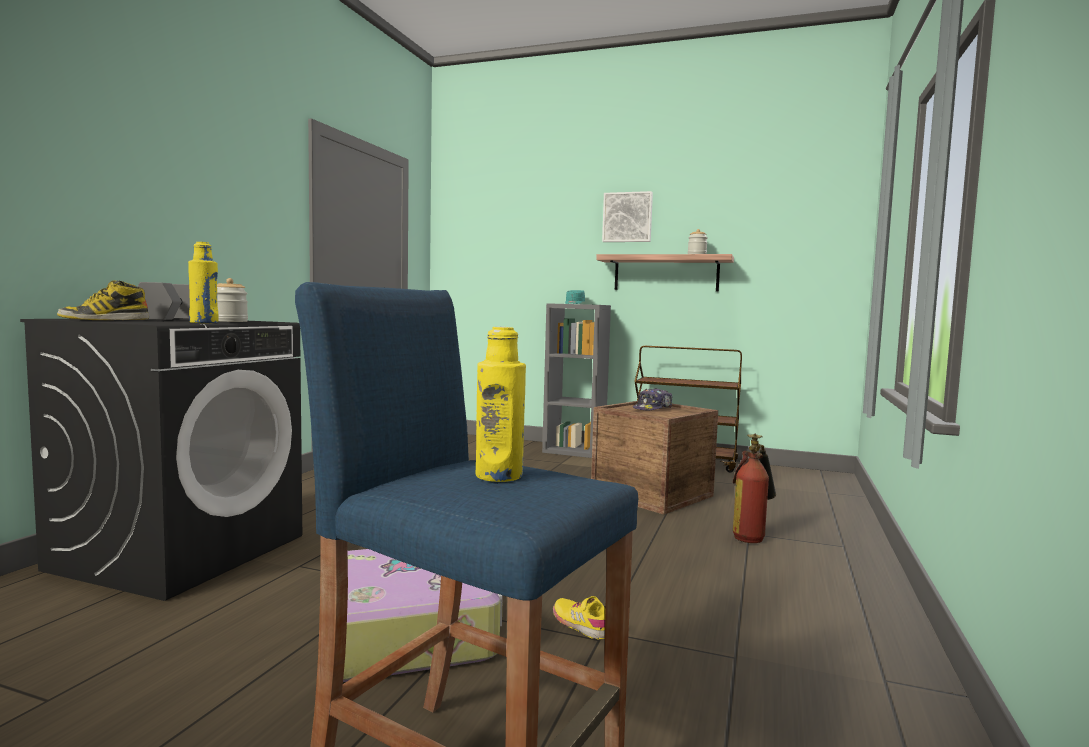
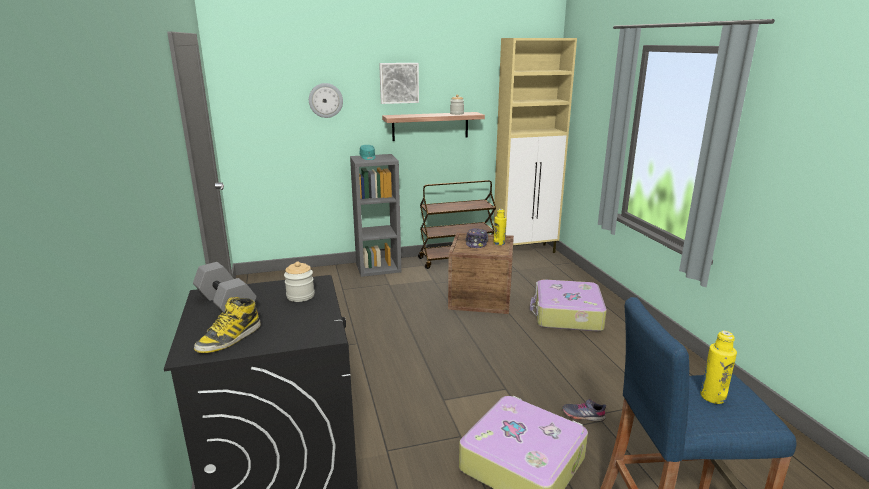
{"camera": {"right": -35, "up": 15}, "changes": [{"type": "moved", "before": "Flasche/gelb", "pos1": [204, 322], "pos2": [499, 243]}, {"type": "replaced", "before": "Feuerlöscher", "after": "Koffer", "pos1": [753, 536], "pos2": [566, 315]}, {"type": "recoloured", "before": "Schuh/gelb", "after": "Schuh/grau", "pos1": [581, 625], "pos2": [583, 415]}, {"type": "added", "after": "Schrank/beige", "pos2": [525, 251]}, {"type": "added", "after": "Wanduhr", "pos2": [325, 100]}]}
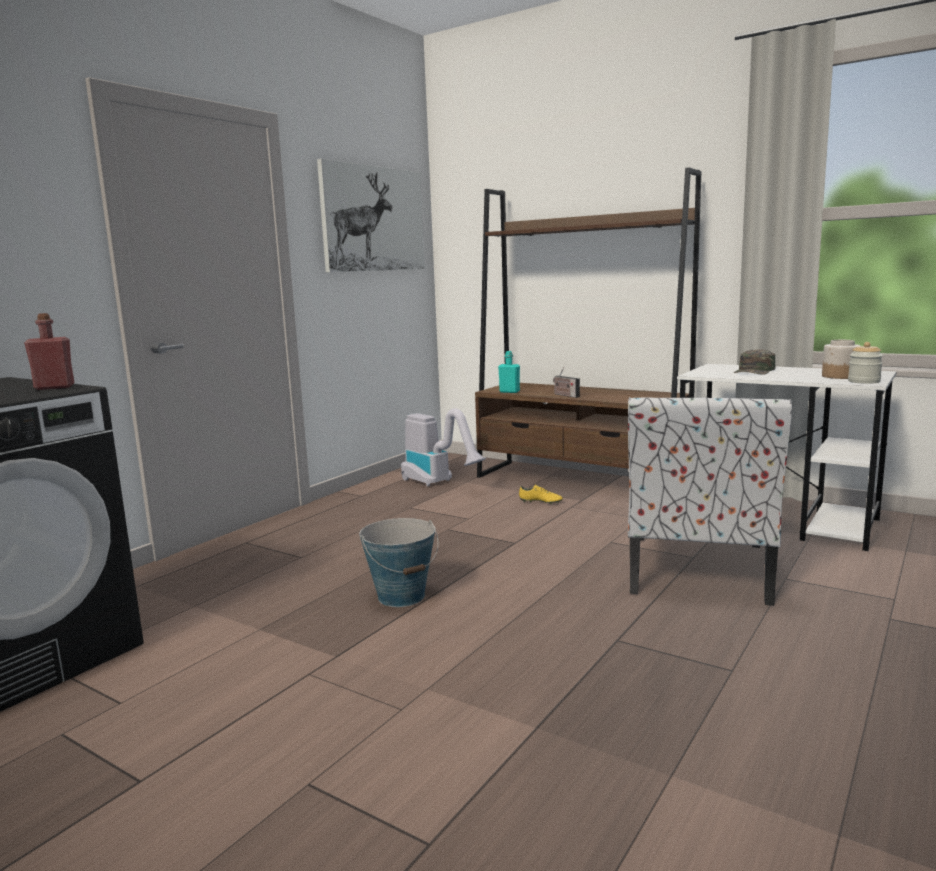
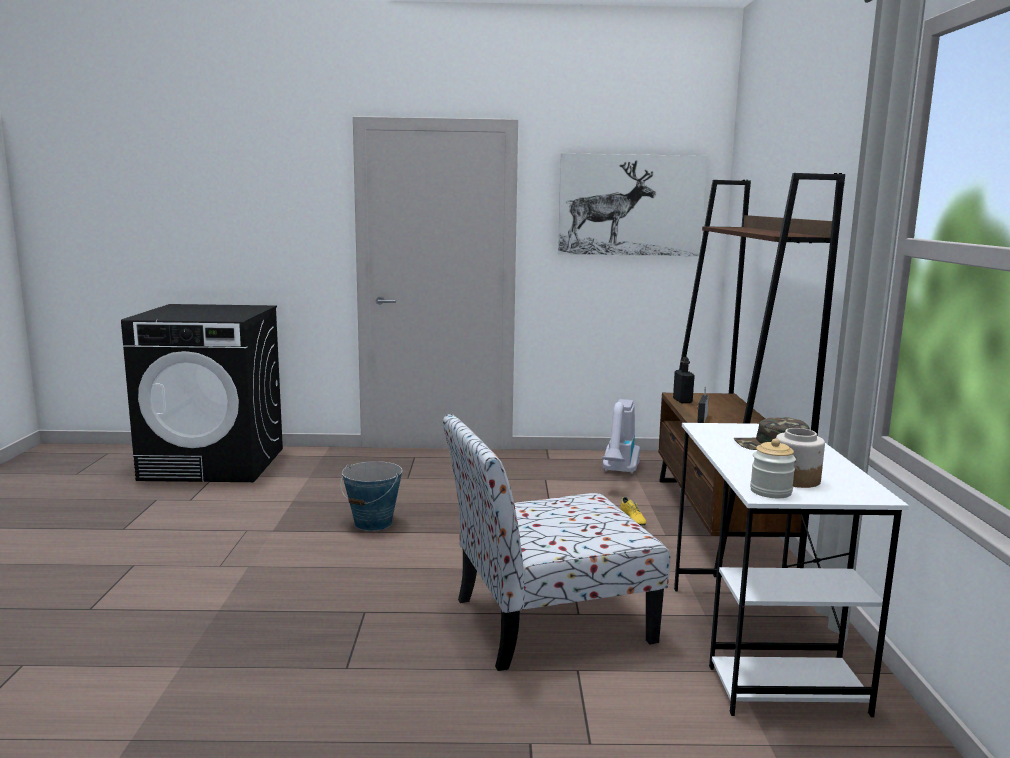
{"camera": {"right": 55, "up": 0}, "changes": [{"type": "removed", "before": "Flasche/rot", "pos1": [54, 387]}, {"type": "recoloured", "before": "Flasche/türkis", "after": "Flasche/schwarz", "pos1": [509, 392], "pos2": [682, 401]}]}
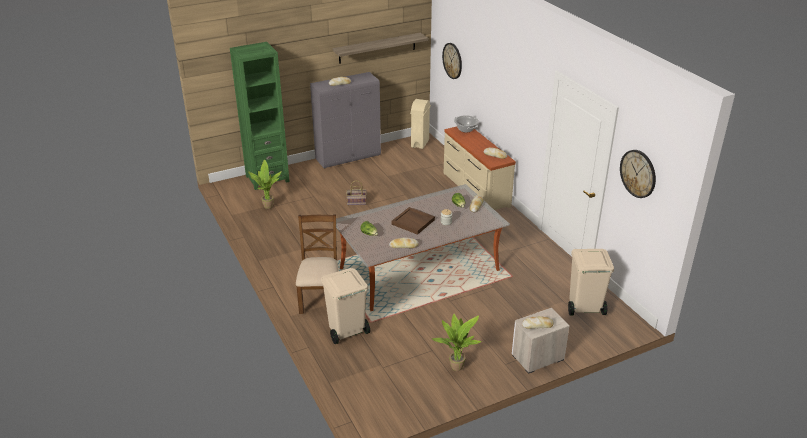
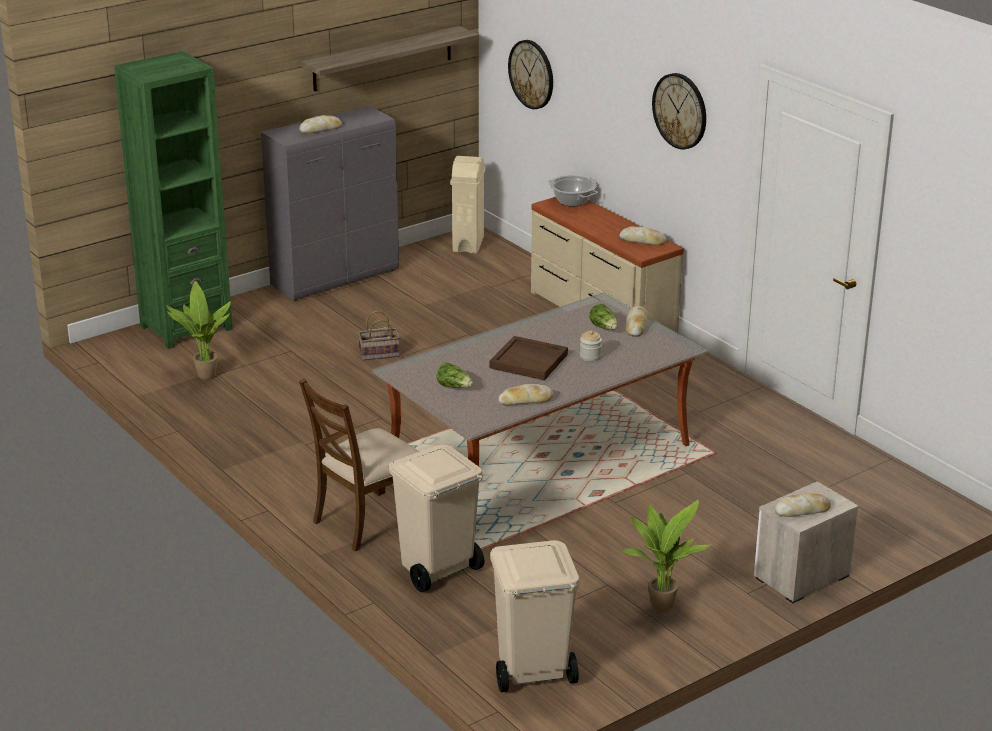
{"camera": {"right": -10, "up": -5}, "changes": [{"type": "moved", "before": "Wanduhr", "pos1": [638, 173], "pos2": [680, 111]}, {"type": "turned", "before": "Stuhl/braun", "pos1": [320, 298], "pos2": [367, 521], "turn": -120}, {"type": "moved", "before": "Mülleimer/beige", "pos1": [584, 308], "pos2": [532, 673]}]}
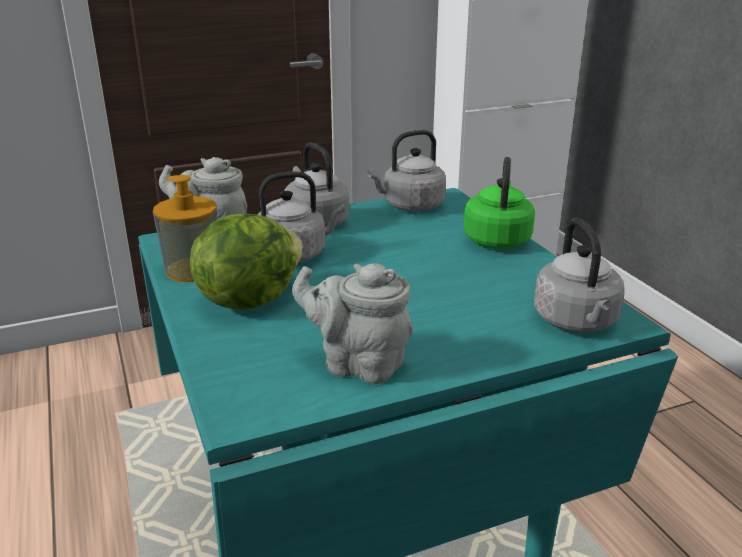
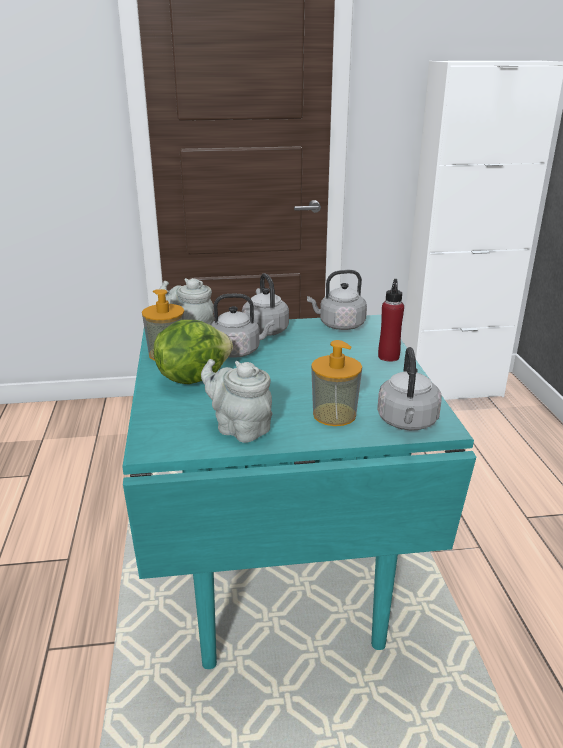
{"camera": {"right": 15, "up": 0}, "changes": [{"type": "replaced", "before": "Wasserkessel/grün", "after": "Flasche/rot", "pos1": [497, 239], "pos2": [388, 356]}, {"type": "added", "after": "Seifenspender", "pos2": [334, 414]}]}
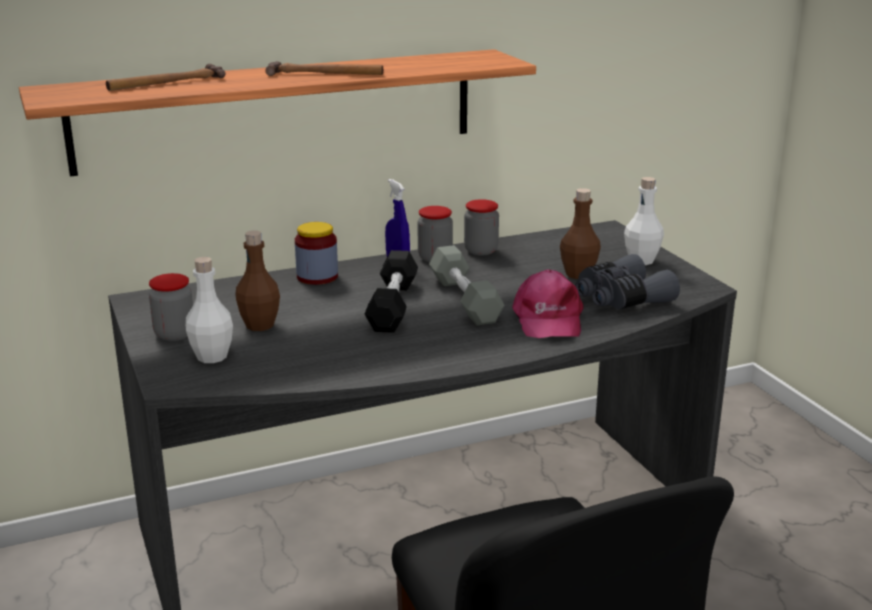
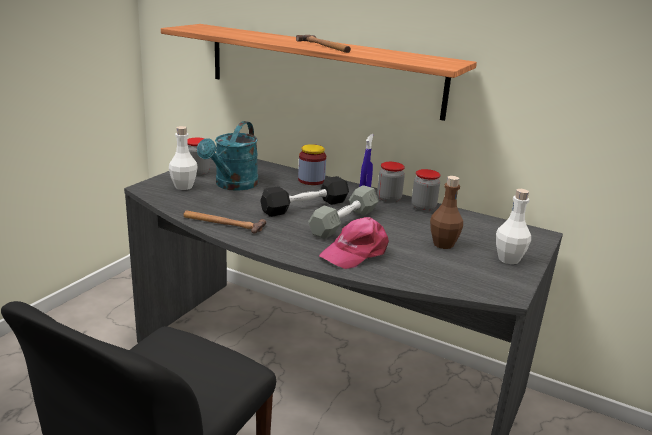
{"camera": {"right": 50, "up": 0}, "changes": [{"type": "moved", "before": "Hammer", "pos1": [166, 83], "pos2": [223, 223]}, {"type": "replaced", "before": "Flasche/braun", "after": "Gießkanne/türkis", "pos1": [259, 325], "pos2": [233, 185]}, {"type": "removed", "before": "Fernglas/grau", "pos1": [620, 299]}]}
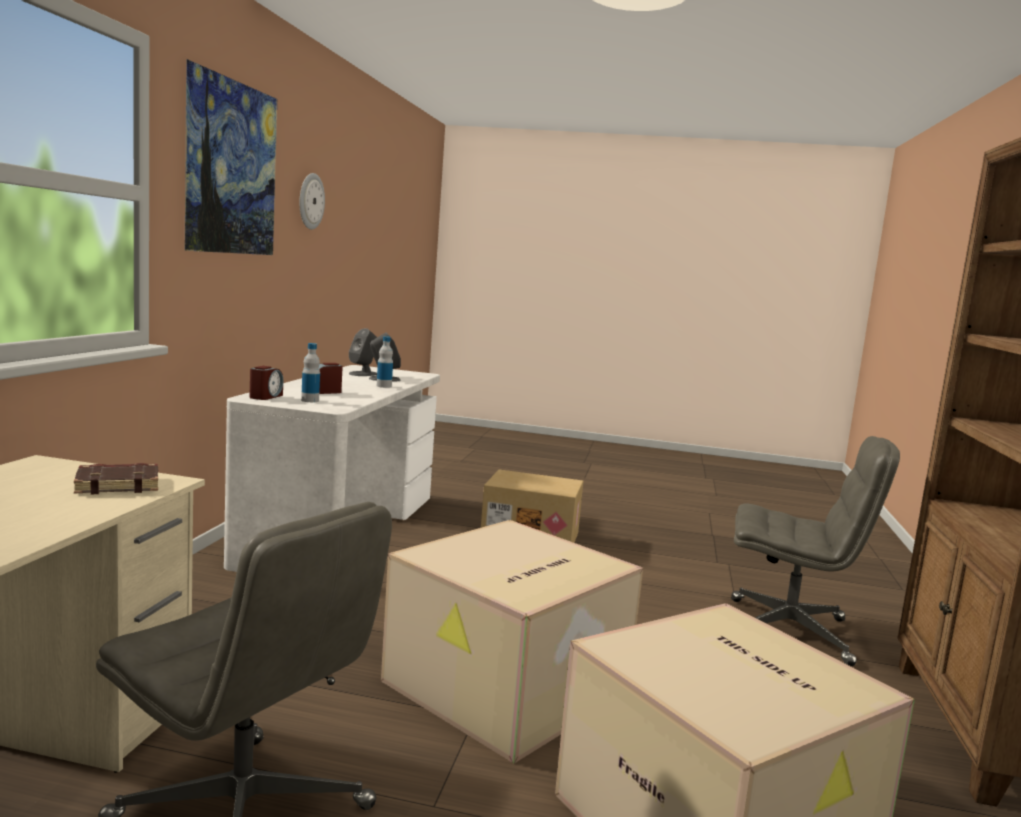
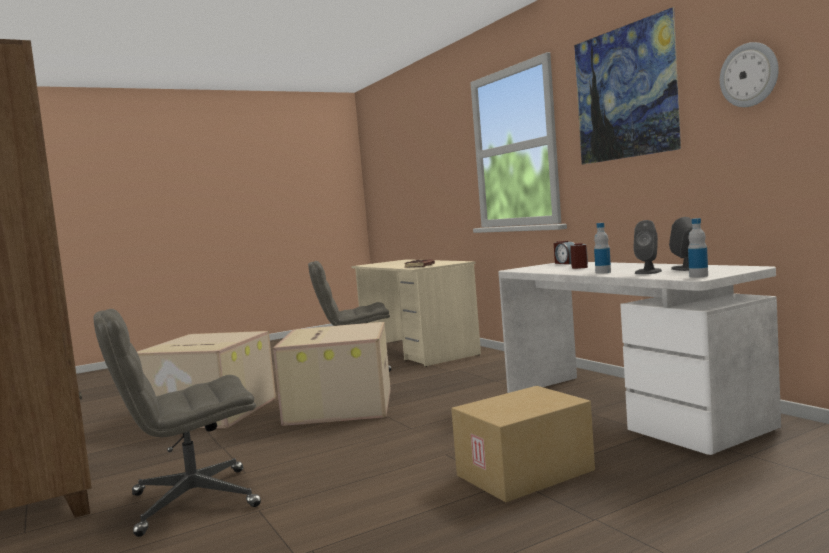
{"camera": {"right": 140, "up": -5}, "changes": [{"type": "moved", "before": "Flasche", "pos1": [310, 400], "pos2": [698, 276]}]}
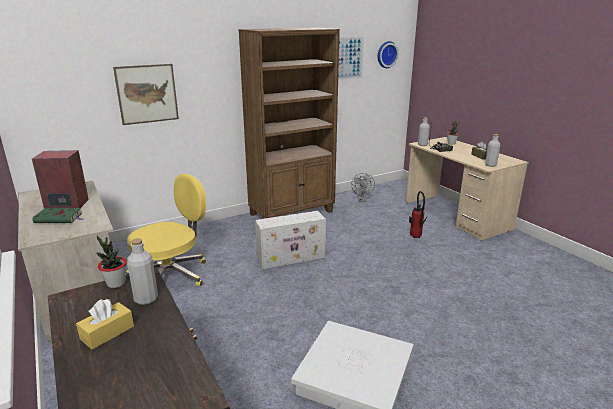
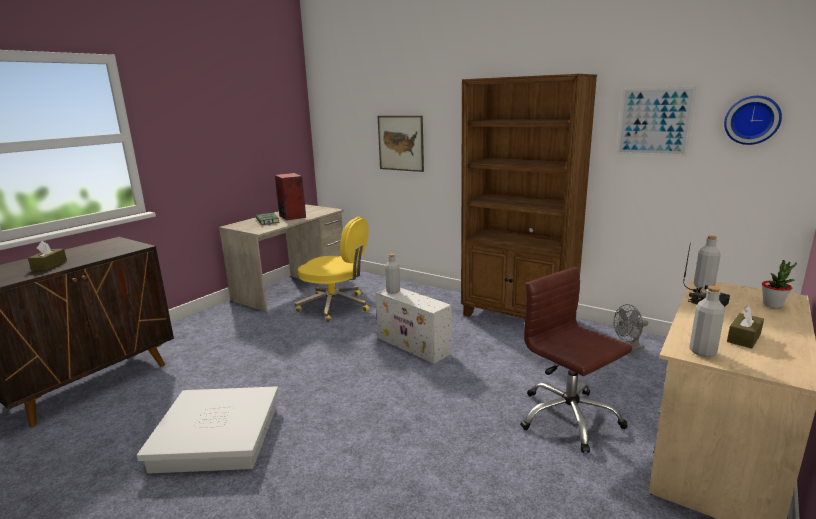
{"camera": {"right": 65, "up": -5}, "changes": [{"type": "replaced", "before": "Feuerlöscher", "after": "Bürostuhl/braun", "pos1": [415, 237], "pos2": [568, 418]}, {"type": "removed", "before": "Topfpflanze", "pos1": [116, 283]}, {"type": "moved", "before": "Flasche/grau", "pos1": [146, 299], "pos2": [393, 291]}, {"type": "removed", "before": "Taschentuchbox/gelb", "pos1": [107, 332]}, {"type": "added", "after": "Taschentuchbox/braun", "pos2": [49, 265]}]}
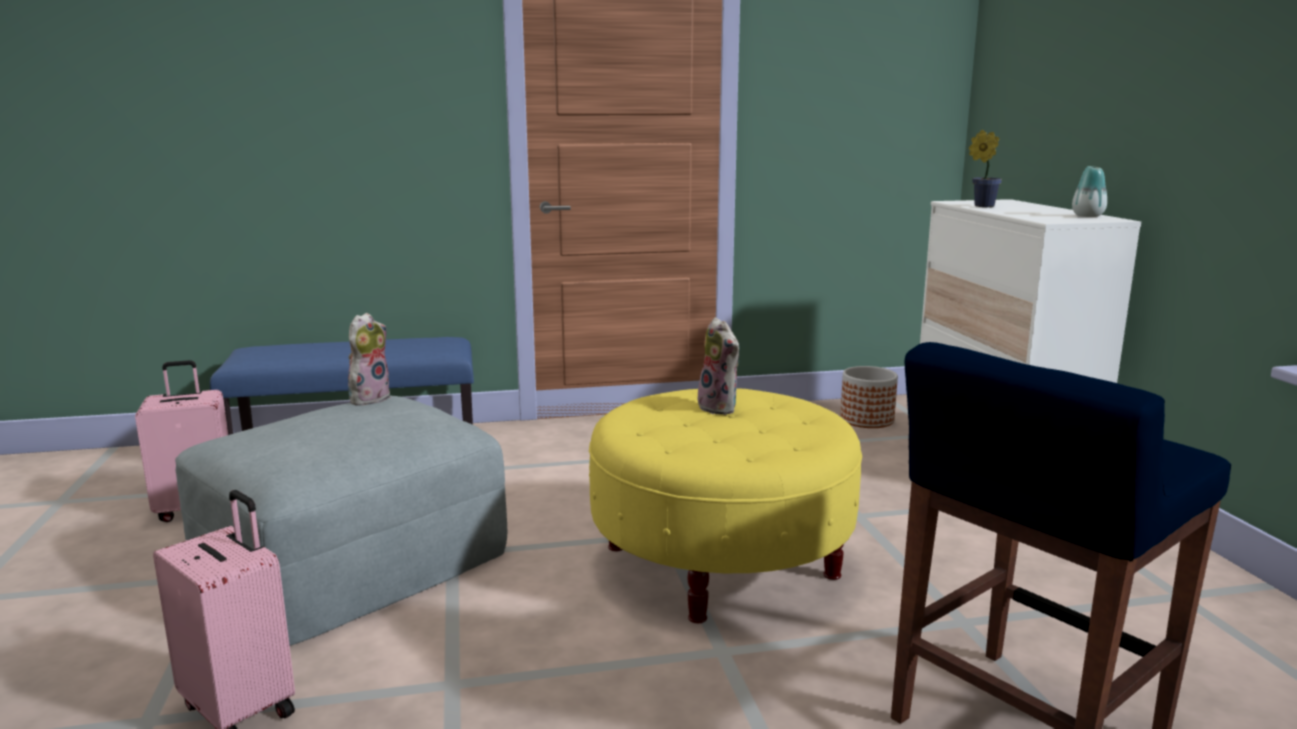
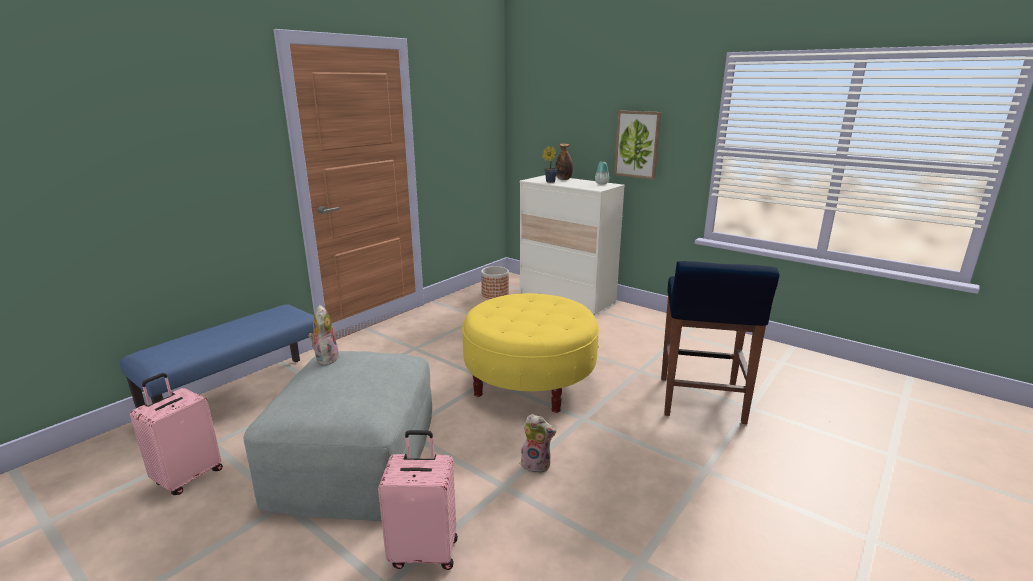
{"camera": {"right": -40, "up": 5}, "changes": [{"type": "moved", "before": "Plüschtier", "pos1": [720, 408], "pos2": [537, 464]}, {"type": "added", "after": "Bild", "pos2": [637, 144]}, {"type": "added", "after": "Flasche", "pos2": [563, 179]}]}
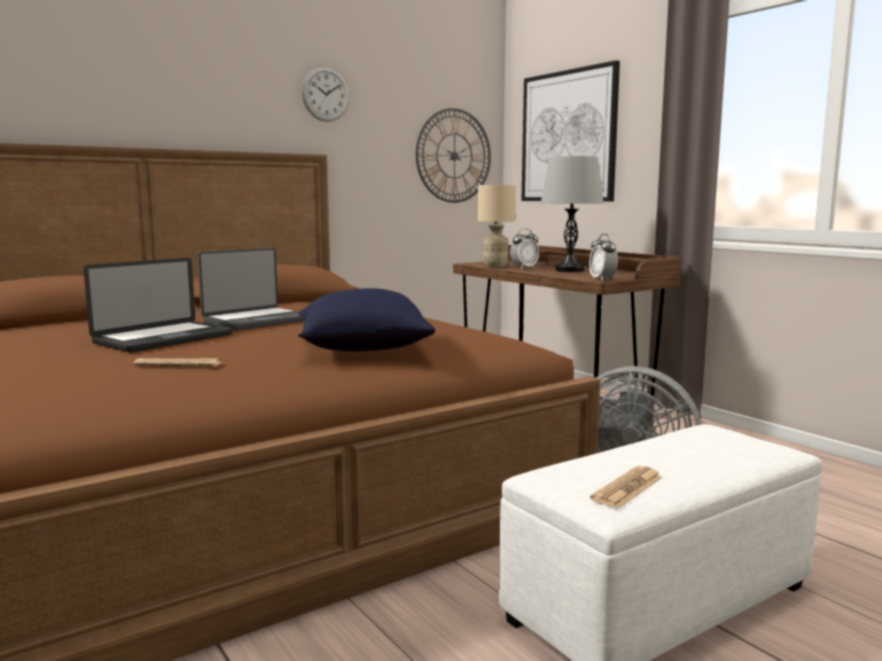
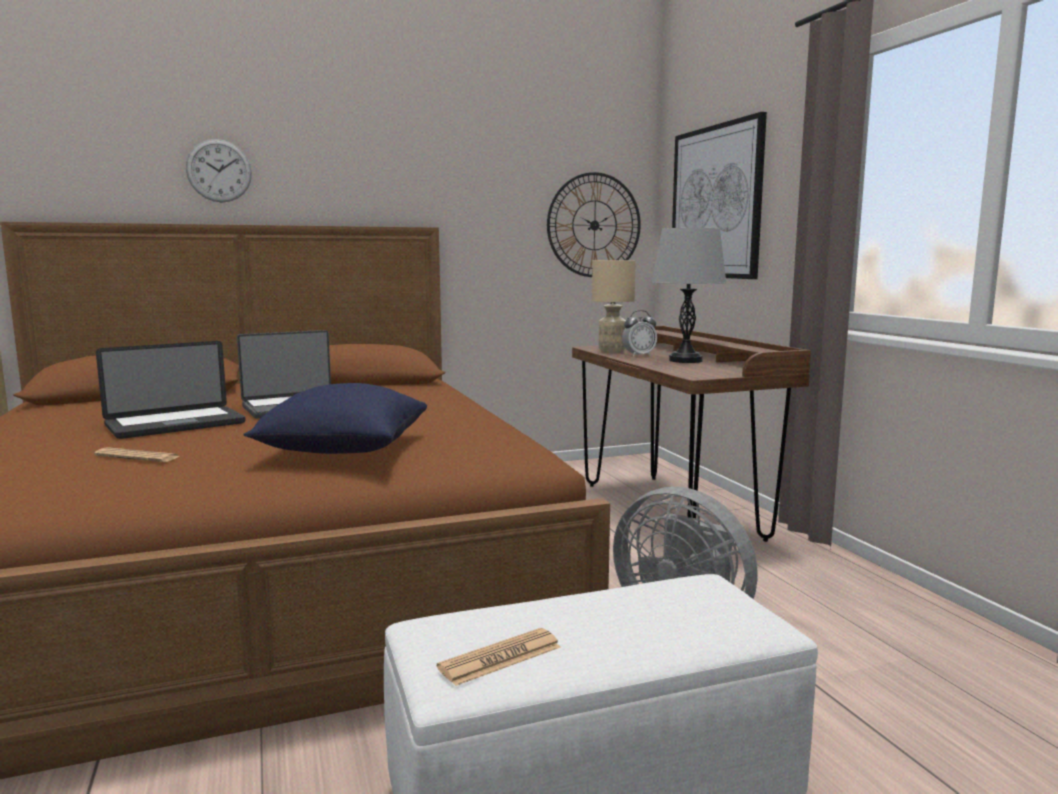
{"camera": {"right": 15, "up": 0}, "changes": [{"type": "moved", "before": "Wanduhr", "pos1": [325, 94], "pos2": [219, 171]}, {"type": "removed", "before": "Wecker", "pos1": [602, 279]}]}
